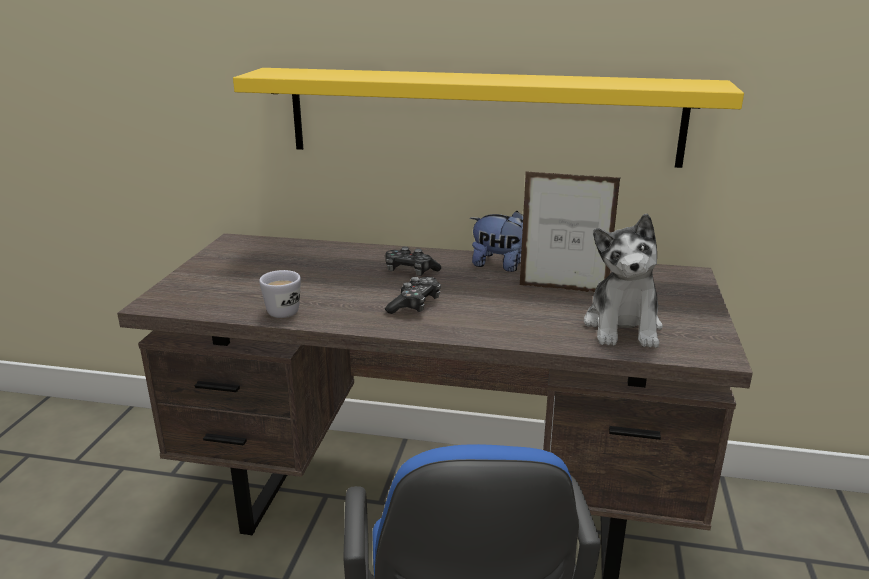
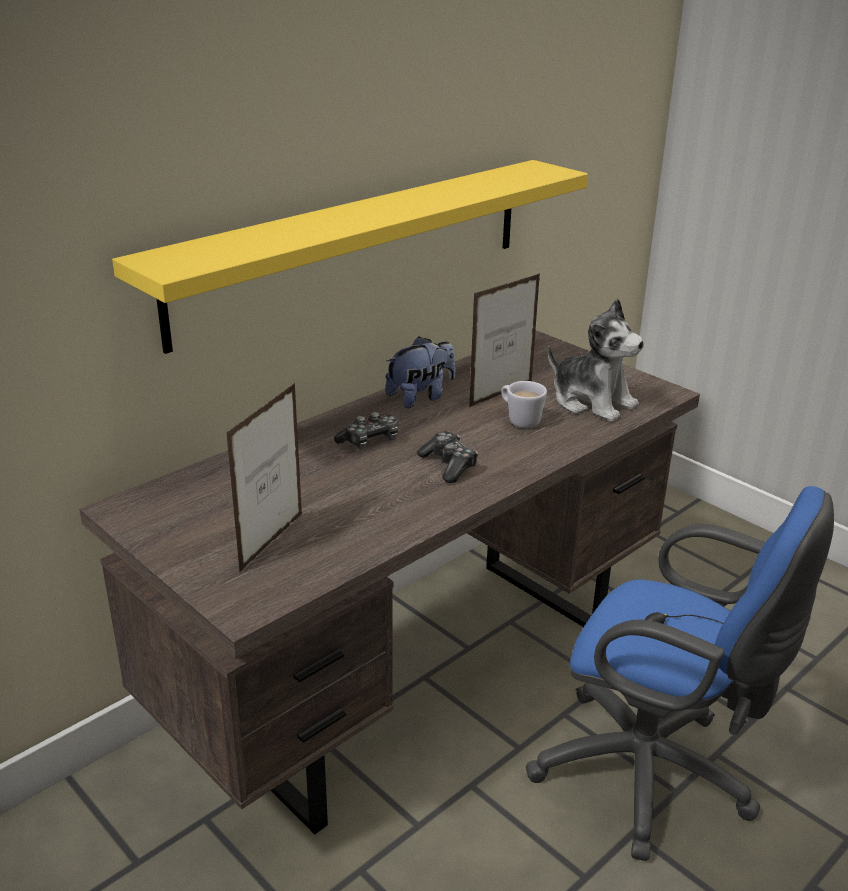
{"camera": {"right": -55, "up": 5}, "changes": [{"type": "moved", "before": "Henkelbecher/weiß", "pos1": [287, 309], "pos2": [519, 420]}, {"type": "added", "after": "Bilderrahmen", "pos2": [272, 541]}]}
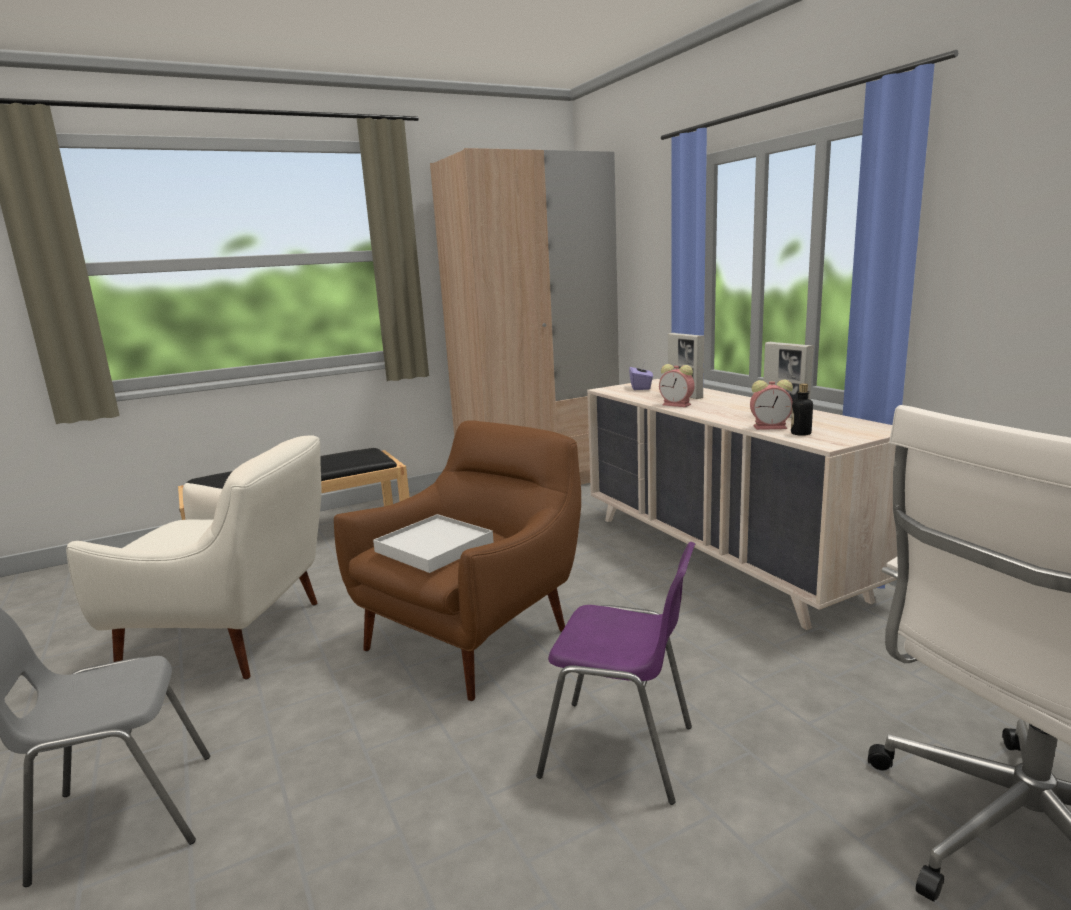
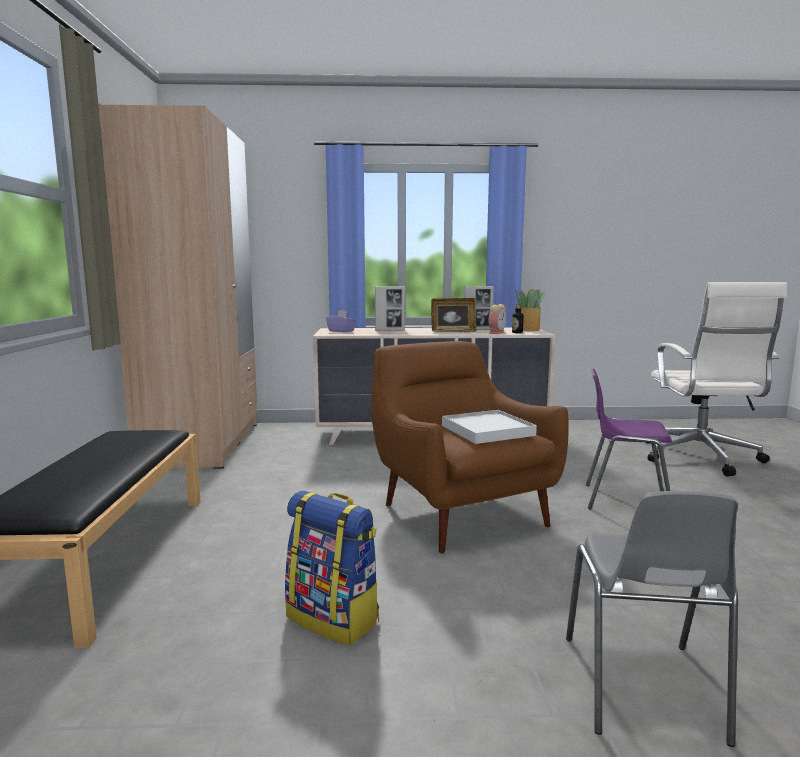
{"camera": {"right": -65, "up": -5}, "changes": [{"type": "removed", "before": "Wecker", "pos1": [677, 405]}, {"type": "replaced", "before": "Sessel/weiß", "after": "Rucksack", "pos1": [234, 636], "pos2": [334, 619]}, {"type": "turned", "before": "Stuhl/lila", "pos1": [622, 752], "pos2": [624, 500], "turn": -120}, {"type": "added", "after": "Topfpflanze", "pos2": [527, 329]}, {"type": "added", "after": "Bilderrahmen", "pos2": [453, 332]}]}
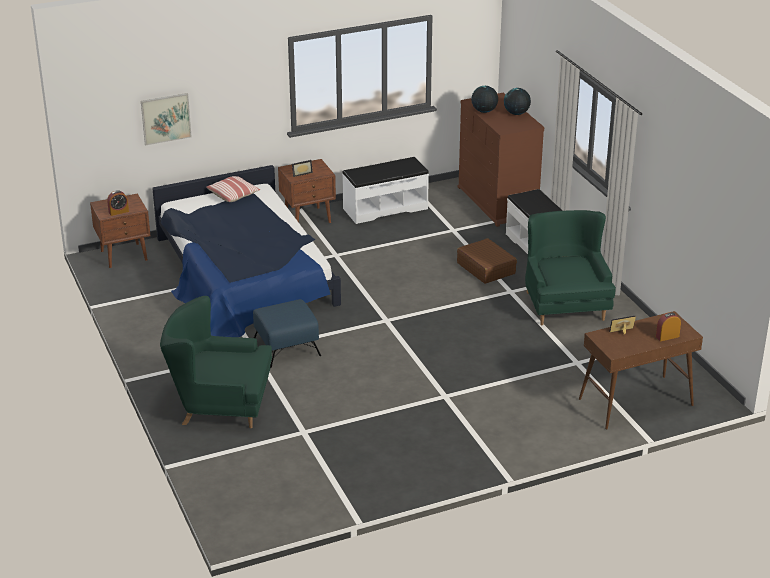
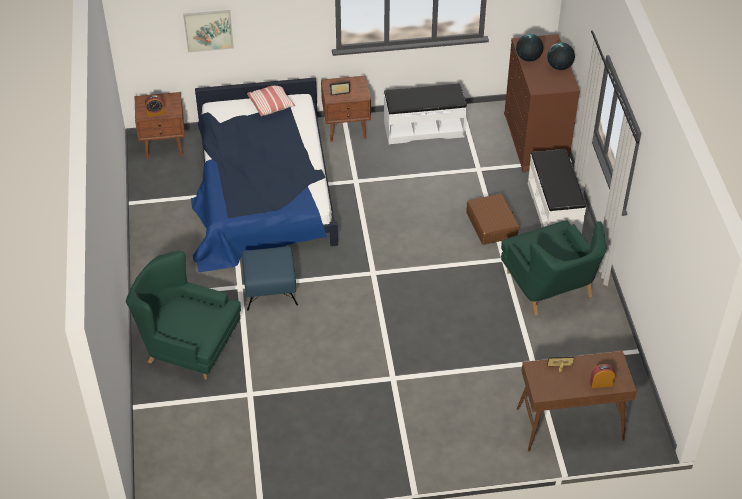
{"camera": {"right": 15, "up": 15}, "changes": [{"type": "turned", "before": "Sessel/grün", "pos1": [564, 304], "pos2": [550, 286], "turn": 150}]}
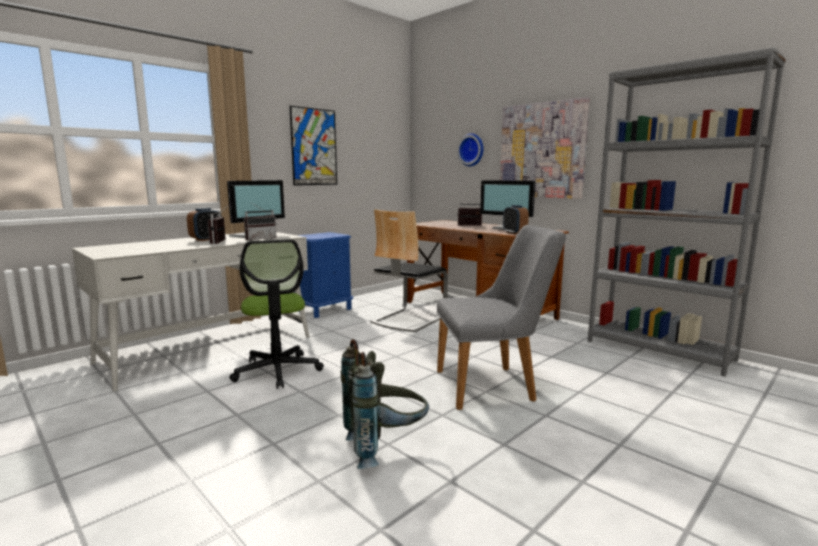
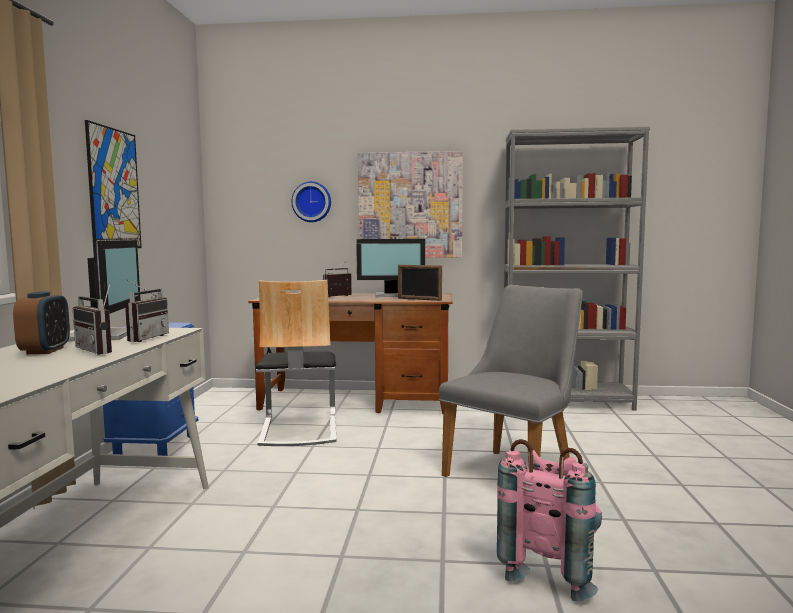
{"camera": {"right": -40, "up": -5}, "changes": [{"type": "replaced", "before": "Wecker", "after": "Bilderrahmen", "pos1": [514, 233], "pos2": [419, 299]}, {"type": "removed", "before": "Bürostuhl", "pos1": [277, 371]}, {"type": "recoloured", "before": "Rucksack/grau", "after": "Rucksack/rosa", "pos1": [385, 447], "pos2": [551, 570]}]}
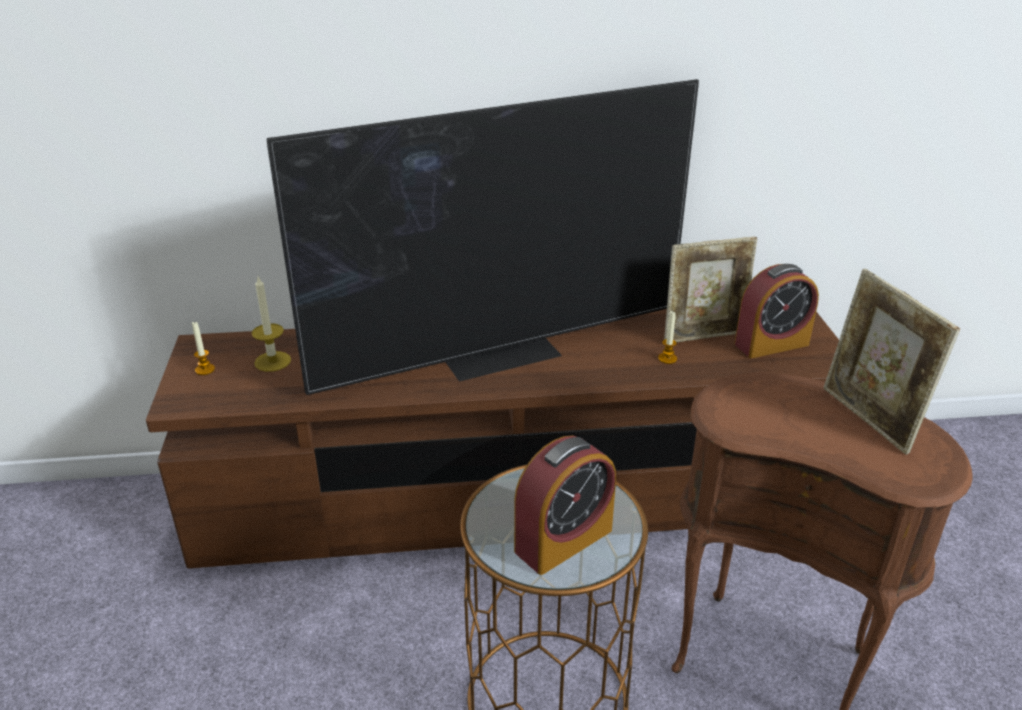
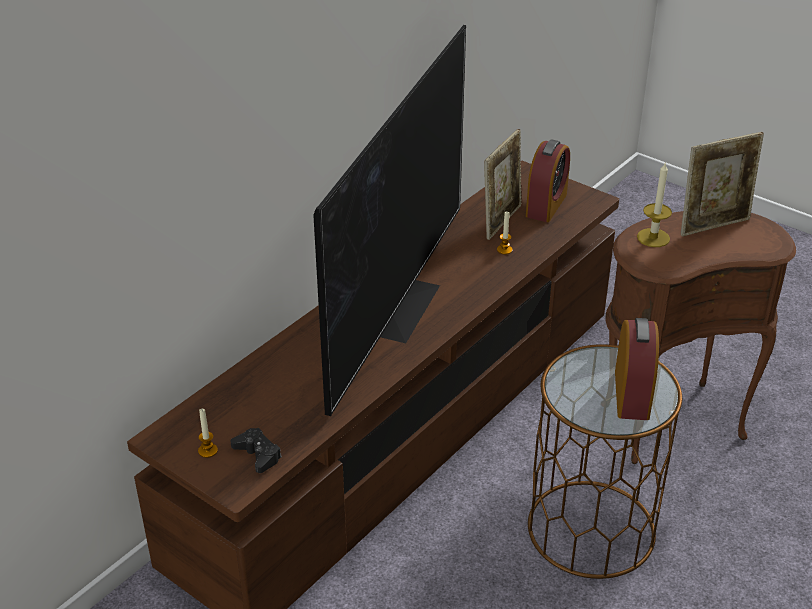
{"camera": {"right": -45, "up": 5}, "changes": [{"type": "turned", "before": "Bilderrahmen", "pos1": [869, 419], "pos2": [714, 225], "turn": -45}, {"type": "moved", "before": "Kerze", "pos1": [272, 361], "pos2": [653, 238]}, {"type": "added", "after": "Gamepad/schwarz", "pos2": [258, 454]}]}
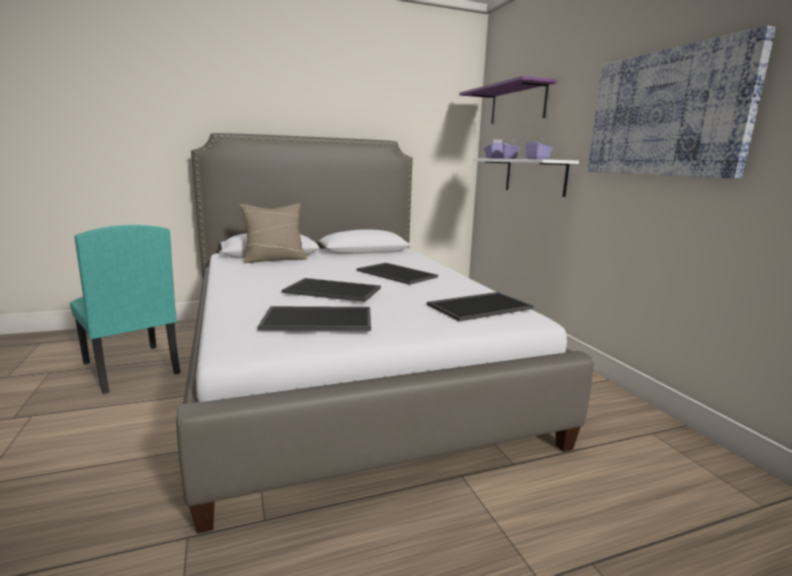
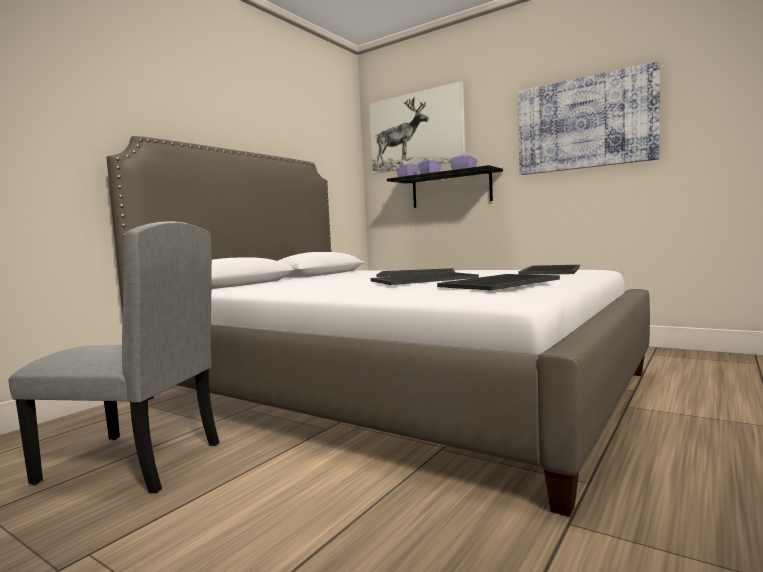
{"camera": {"right": -35, "up": -10}, "changes": [{"type": "replaced", "before": "Wandregal/lila", "after": "Bild", "pos1": [517, 104], "pos2": [415, 130]}, {"type": "recoloured", "before": "Wandregal/weiß", "after": "Wandregal/schwarz", "pos1": [535, 176], "pos2": [451, 189]}, {"type": "removed", "before": "Kissen/beige", "pos1": [275, 259]}, {"type": "recoloured", "before": "Stuhl/türkis", "after": "Stuhl/grau", "pos1": [130, 368], "pos2": [131, 463]}]}
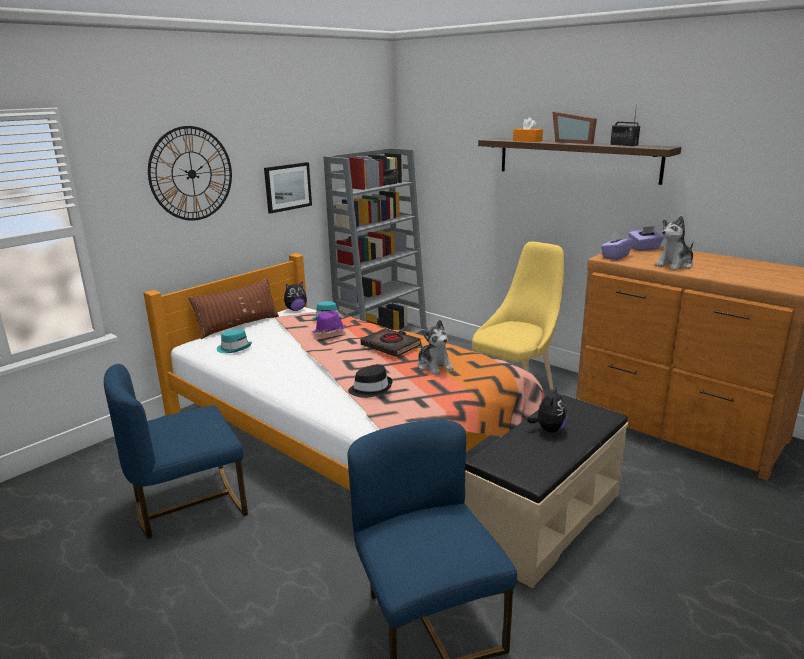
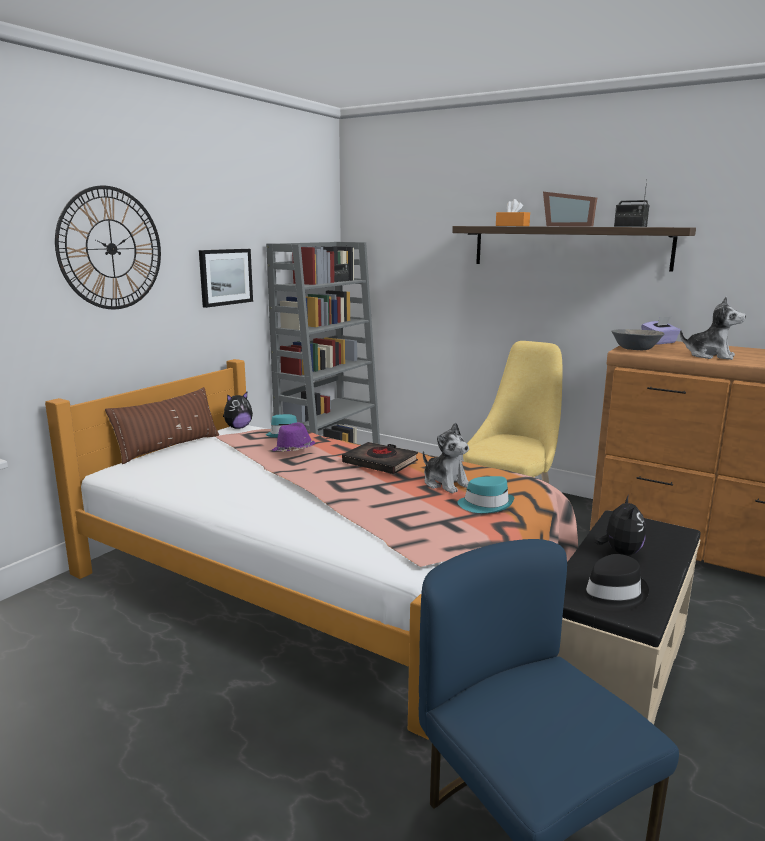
{"camera": {"right": -10, "up": -5}, "changes": [{"type": "turned", "before": "Plüschtier", "pos1": [674, 265], "pos2": [710, 356], "turn": -105}, {"type": "replaced", "before": "Taschentuchbox/lila", "after": "Schüssel/grau", "pos1": [615, 256], "pos2": [636, 349]}, {"type": "moved", "before": "Hut/türkis", "pos1": [234, 348], "pos2": [486, 505]}, {"type": "removed", "before": "Stuhl/blau", "pos1": [189, 505]}, {"type": "moved", "before": "Hut/schwarz", "pos1": [370, 389], "pos2": [610, 594]}]}
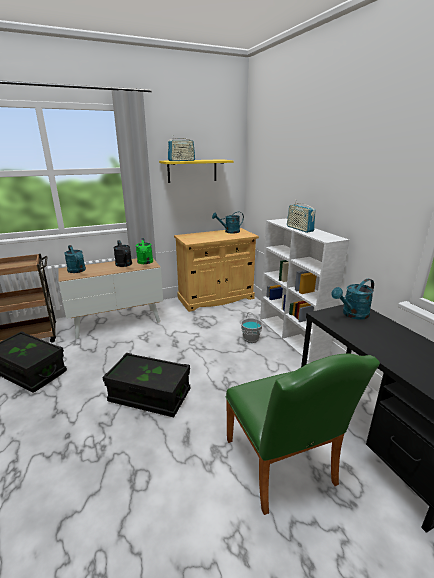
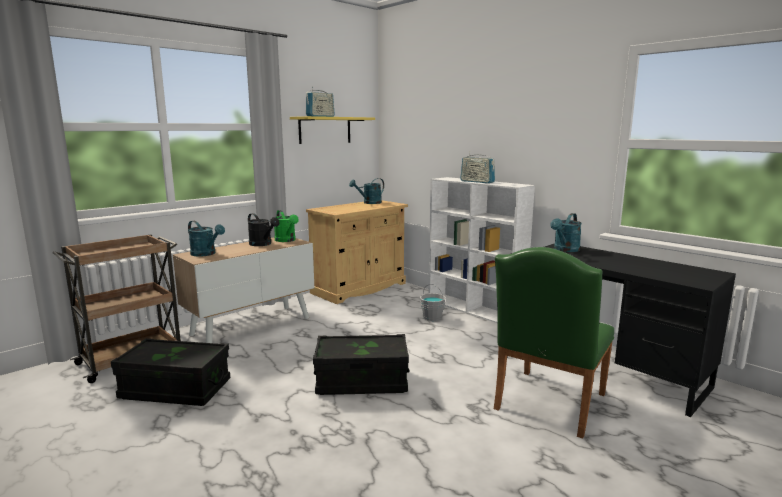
{"camera": {"right": -20, "up": -10}, "changes": [{"type": "turned", "before": "Stuhl/grün", "pos1": [282, 467], "pos2": [547, 405], "turn": 75}]}
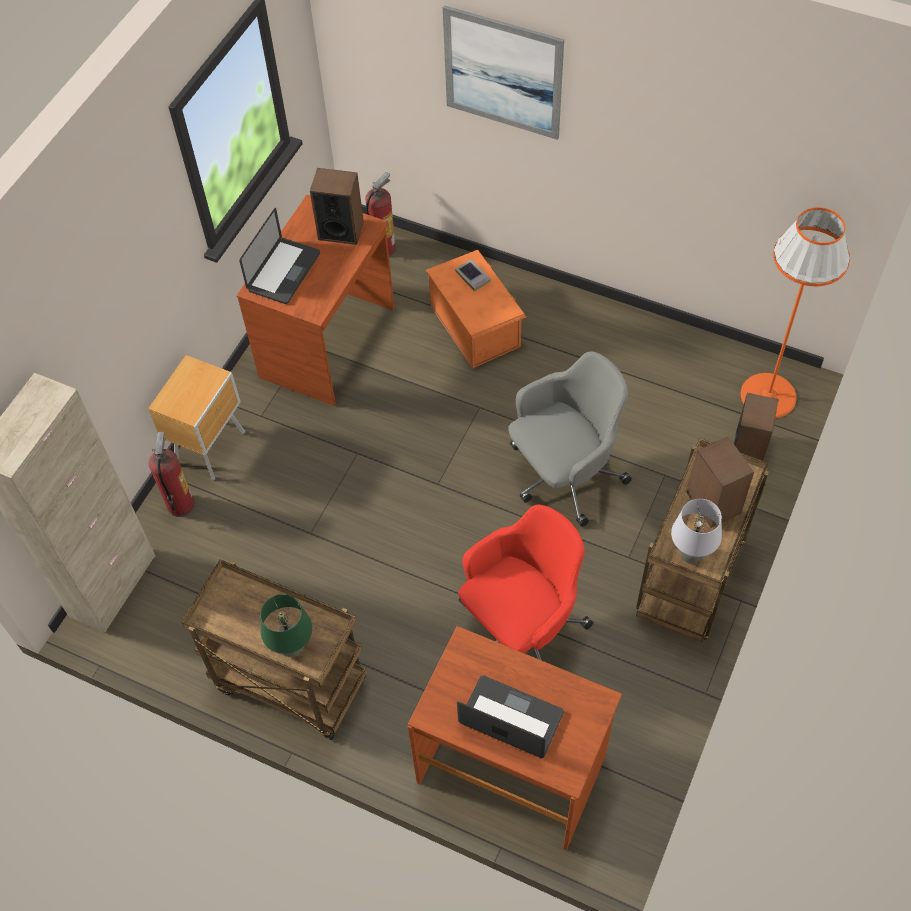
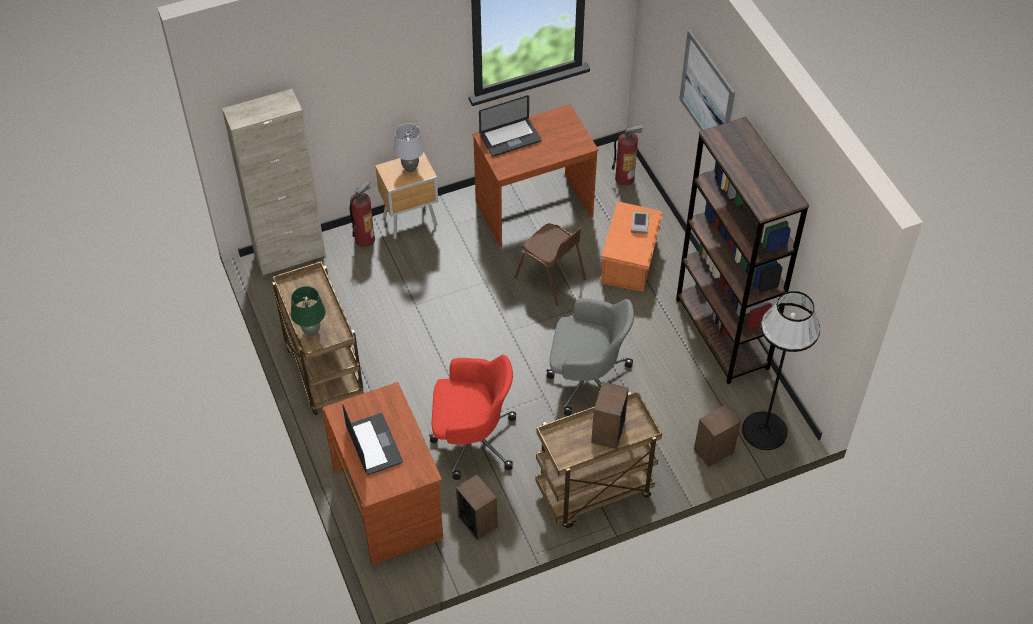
{"camera": {"right": 40, "up": -5}, "changes": [{"type": "moved", "before": "Lautsprecher", "pos1": [340, 230], "pos2": [477, 521]}, {"type": "recoloured", "before": "Stehlampe/orange", "after": "Stehlampe/schwarz", "pos1": [768, 396], "pos2": [764, 431]}, {"type": "moved", "before": "Tischlampe/grau", "pos1": [690, 556], "pos2": [410, 168]}, {"type": "added", "after": "Bücherregal/braun", "pos2": [722, 334]}, {"type": "added", "after": "Stuhl/braun", "pos2": [551, 278]}]}
